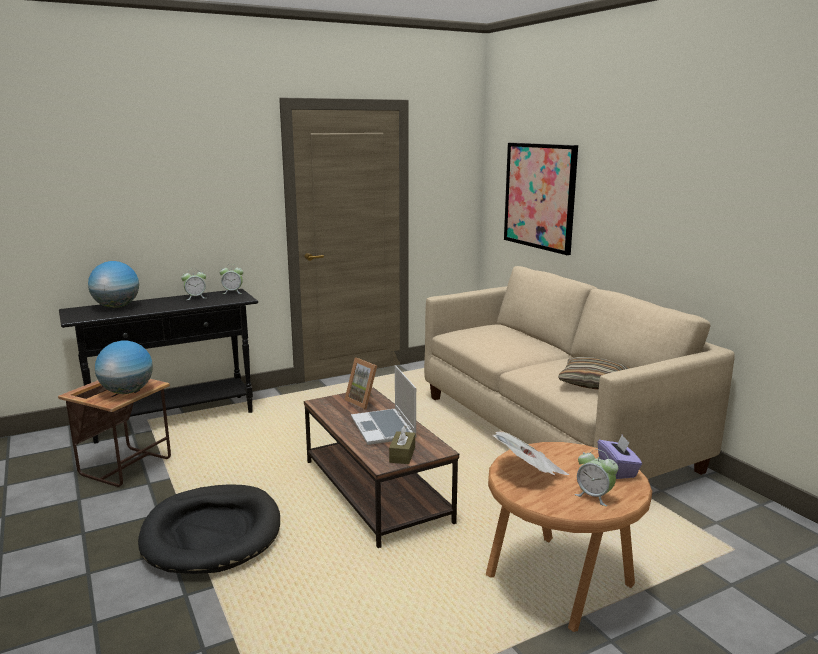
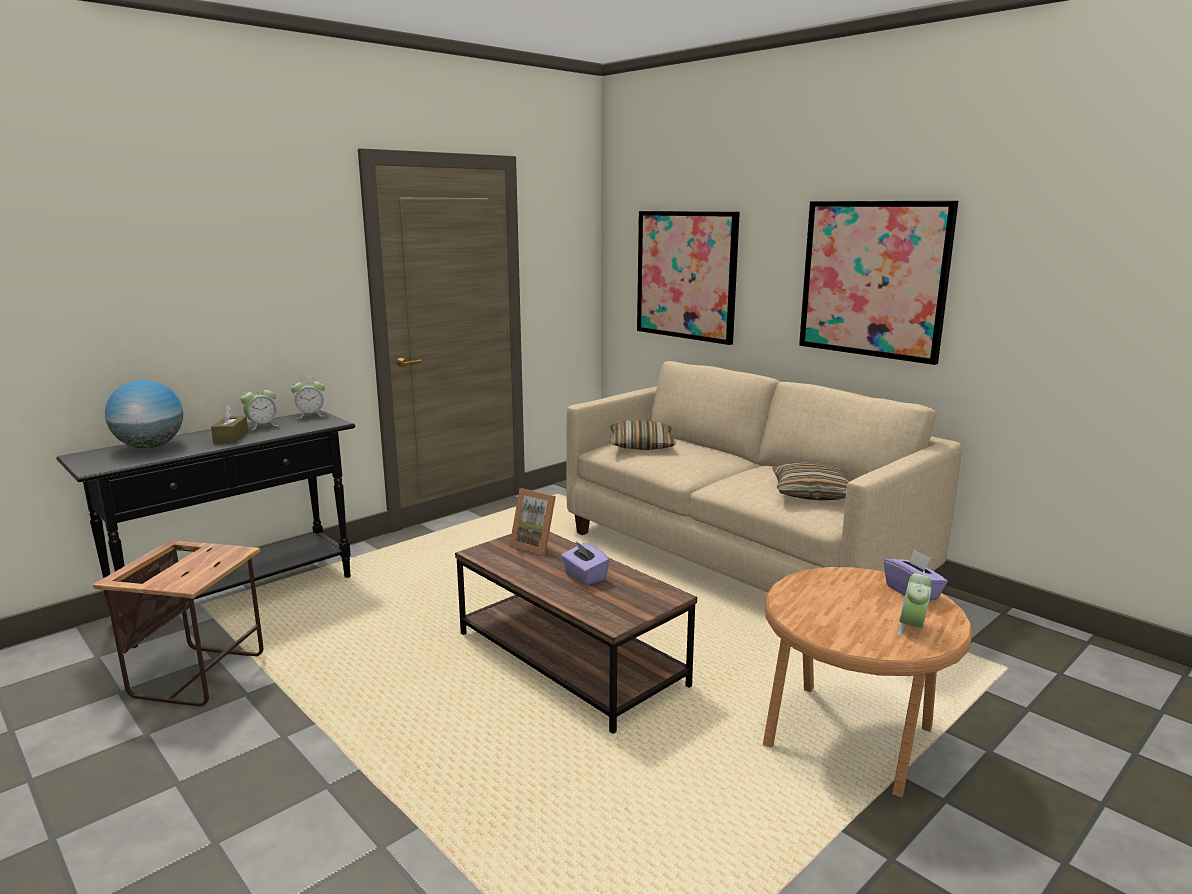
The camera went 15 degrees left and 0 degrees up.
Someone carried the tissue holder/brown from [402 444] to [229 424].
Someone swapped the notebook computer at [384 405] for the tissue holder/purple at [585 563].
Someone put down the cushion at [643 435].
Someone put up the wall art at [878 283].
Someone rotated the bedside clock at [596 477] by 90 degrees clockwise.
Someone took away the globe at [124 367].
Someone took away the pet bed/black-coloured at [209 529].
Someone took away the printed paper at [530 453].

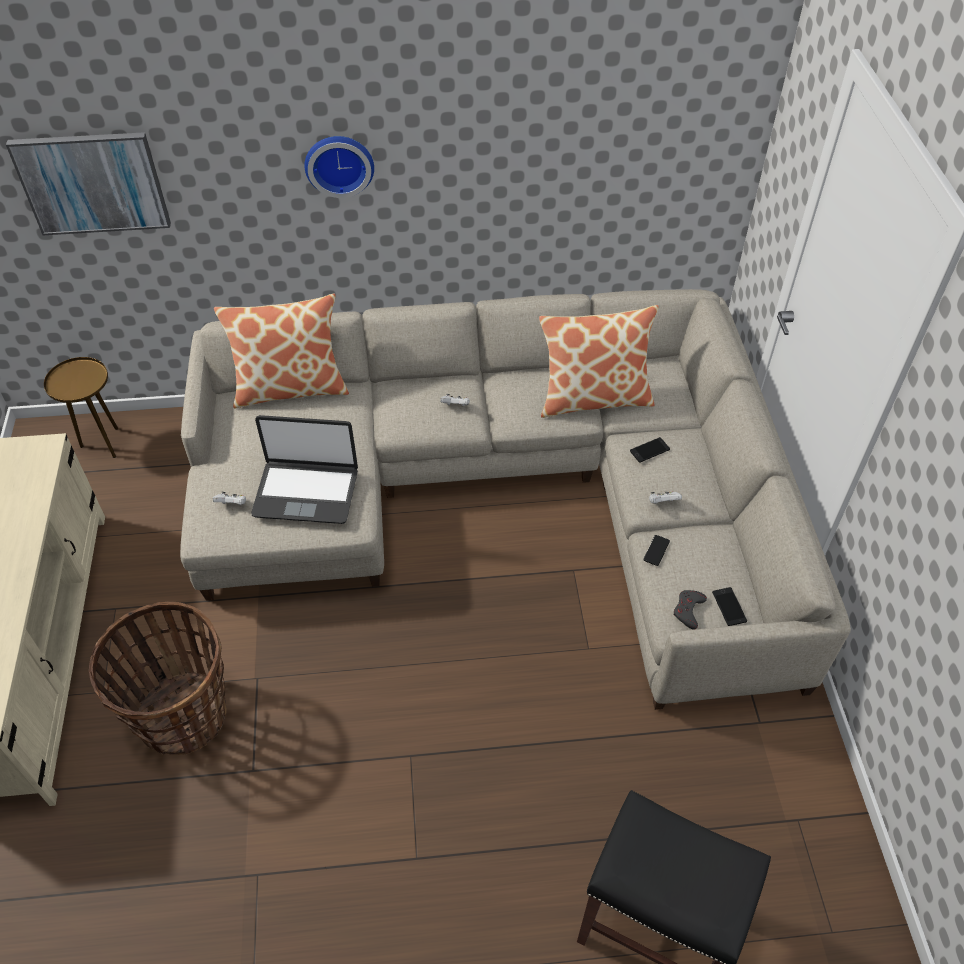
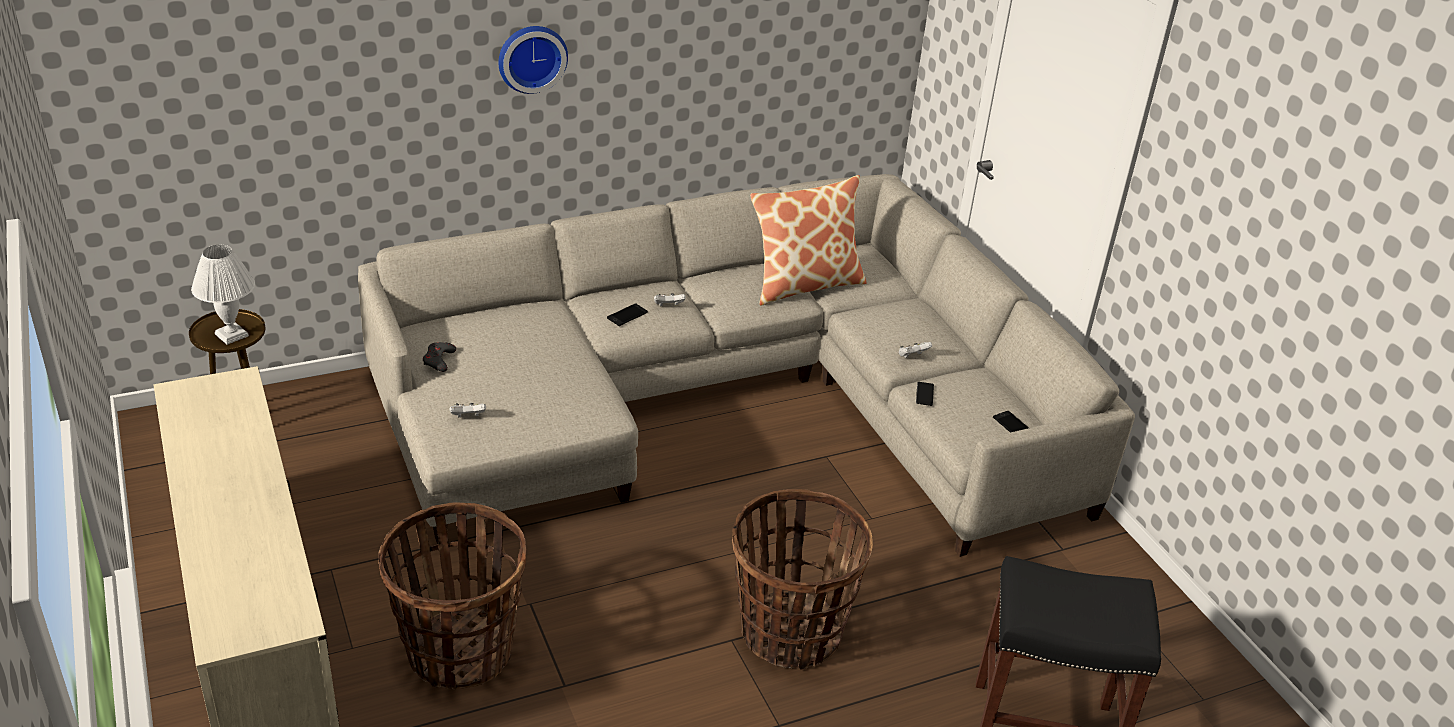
The camera went 20 degrees left and 15 degrees down.
Someone put down the lamp for a table/white-coloured at [223 295].
Someone carried the joypad/greyish from [690 610] to [439 357].
Someone carried the handset from [650 450] to [627 314].
Someone put down the basket at [802 579].
Someone took away the wall art at [88 183].
Someone took away the cushion at [281 351].
Someone took away the notebook computer at [304 469].

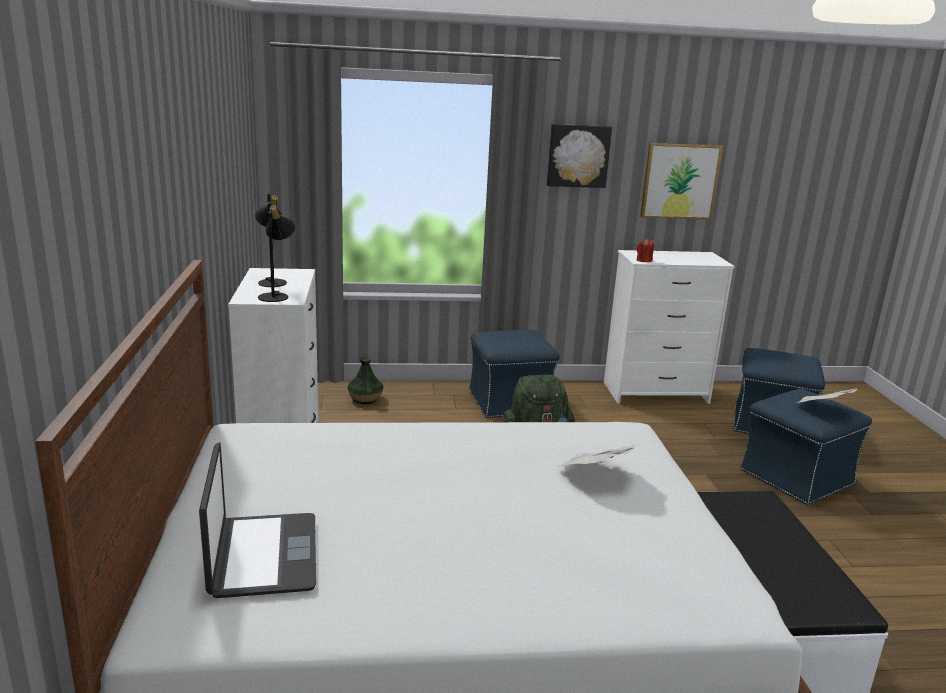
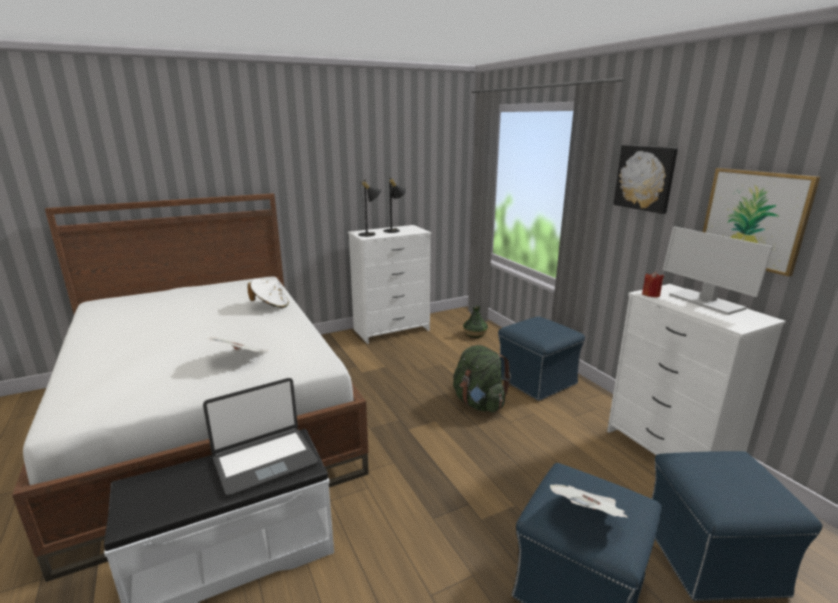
The camera went 70 degrees right and 0 degrees up.
Someone carried the notebook computer from [257 520] to [260 437].
Someone put down the wearable hat/white-coloured at [268 293].
Someone put down the computer screen at [718 270].

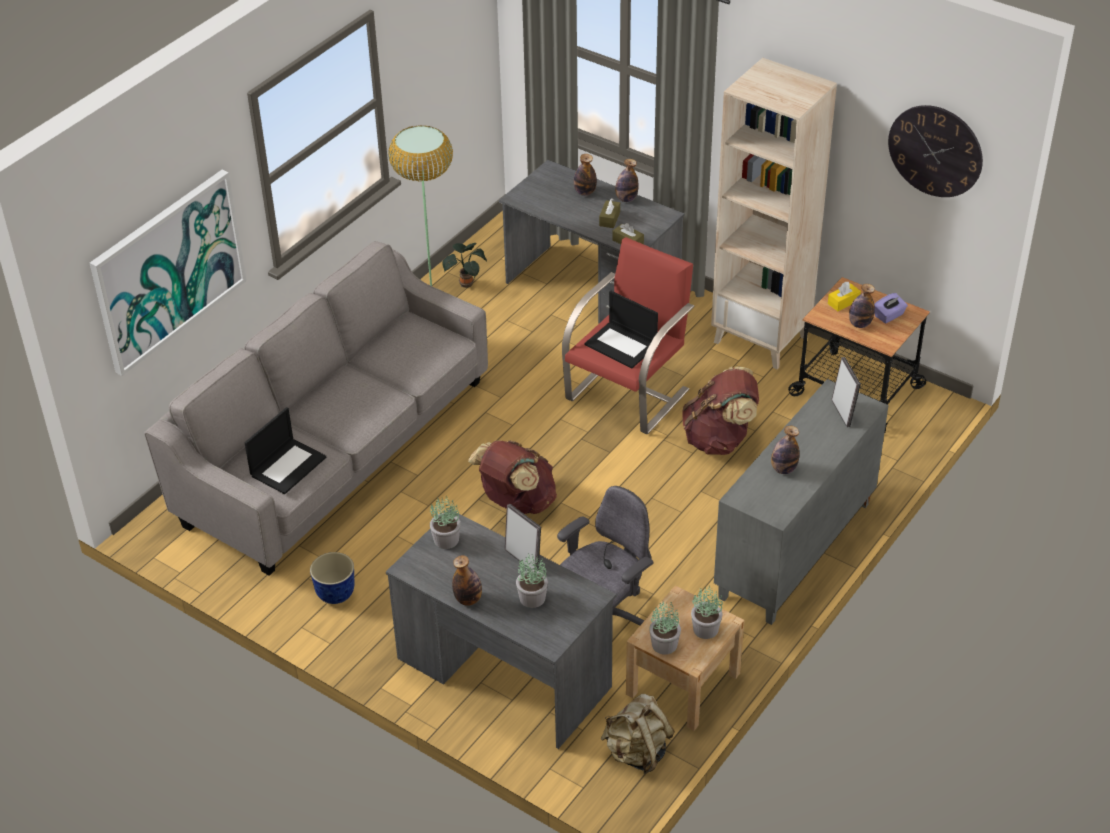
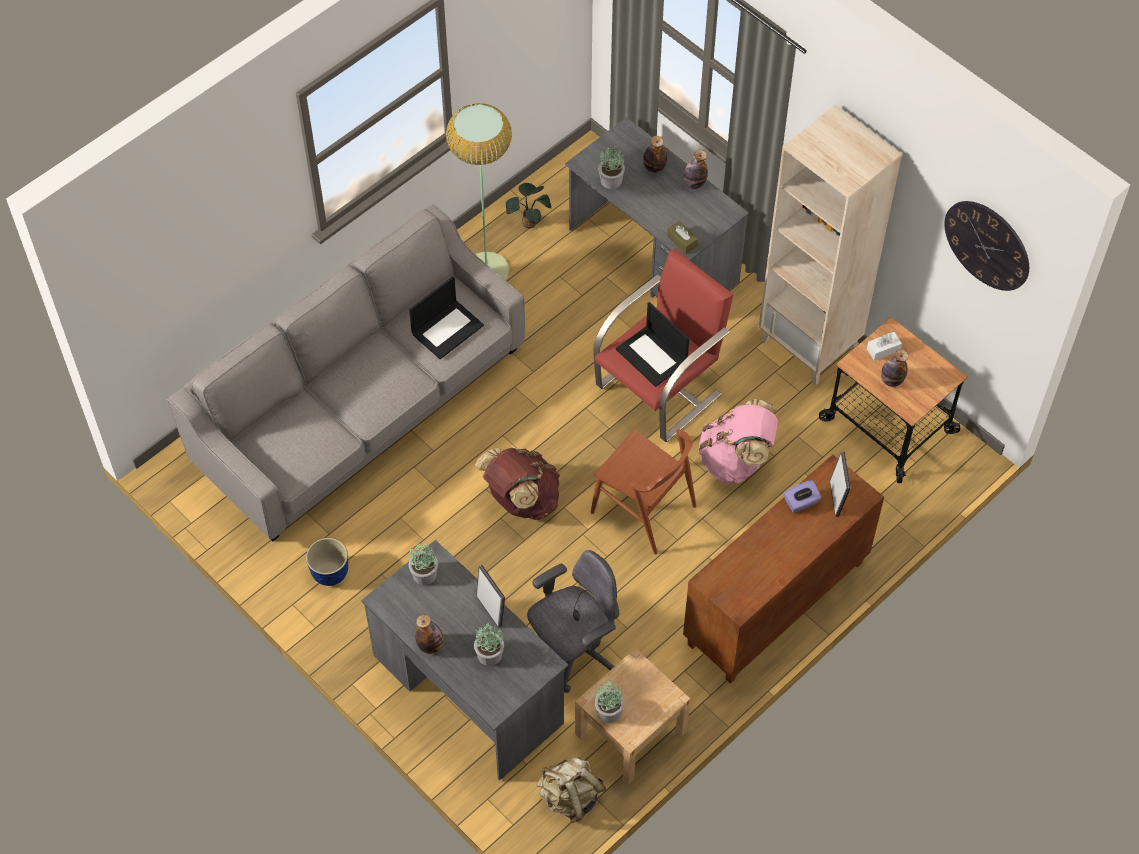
The camera went 10 degrees right and 15 degrees up.
Someone carried the notebook computer from [285 450] to [446 317].
Someone put down the plain chair/brown at [643 492].
Someone carried the potted plant from [707 612] to [612 167].
Someone repainted the cabinet/greyish at [801 502], which became the cabinet/brown at [783 569].
Someone repainted the backpack/brown at [720 411], which became the backpack/pinkish at [738 441].
Someone carried the tissue holder/purple from [891 308] to [802 496].
Someone repainted the tissue holder/yellow at [844 296], which became the tissue holder/white-coloured at [884 346].
Someone took away the wall art at [168 273].
Someone took away the tissue holder/brown at [609 213].
Someone took away the drink bottle at [785 450].

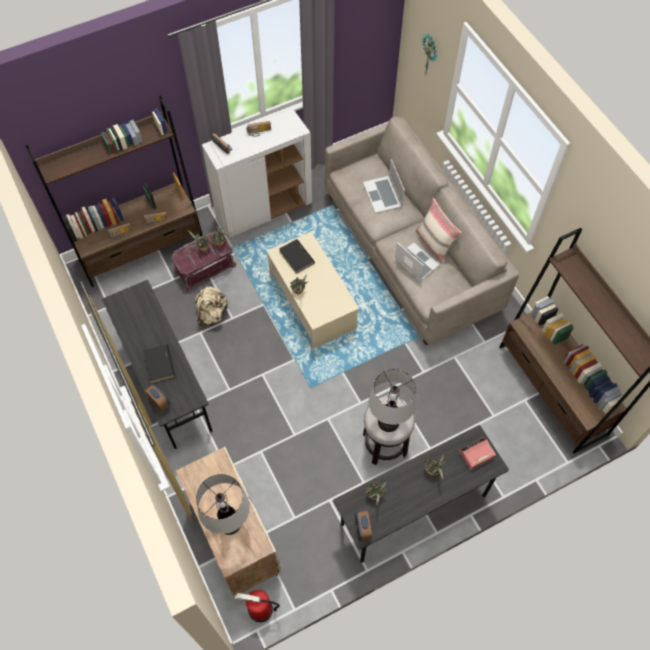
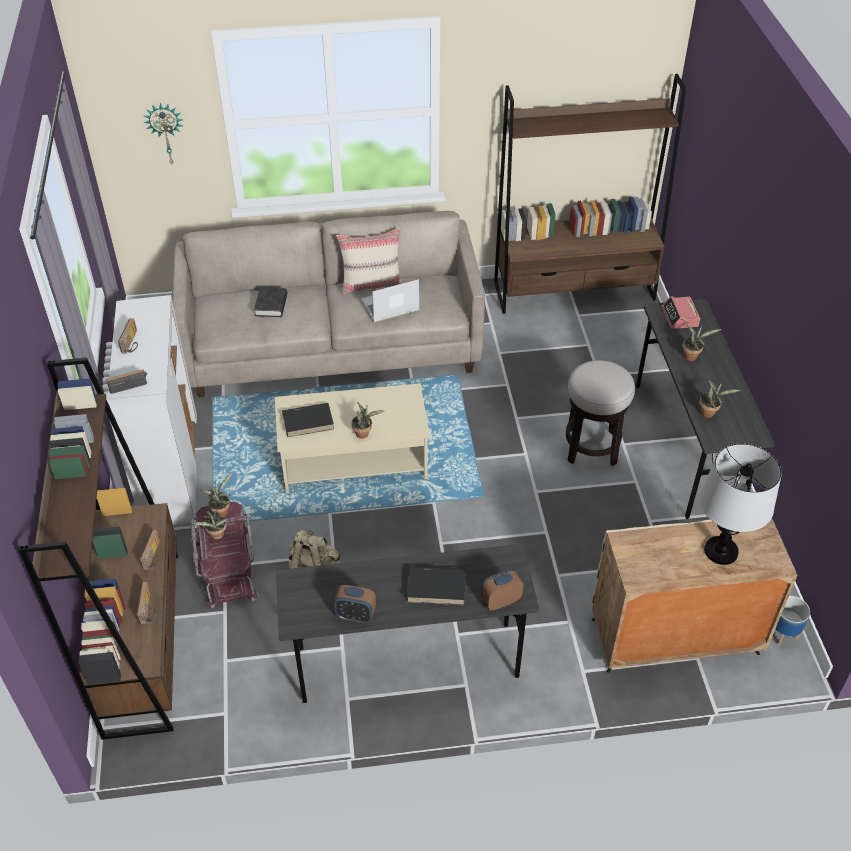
The camera went 70 degrees left and 15 degrees down.
Someone swapped the notebook computer at [384 186] for the bound book/black-coloured at [270 302].
Someone carried the bedside clock from [363 525] to [355 604].
Someone swapped the fire extinguisher at [257 606] for the planter at [793 621].
Someone took away the lamp for a table at [392 400].

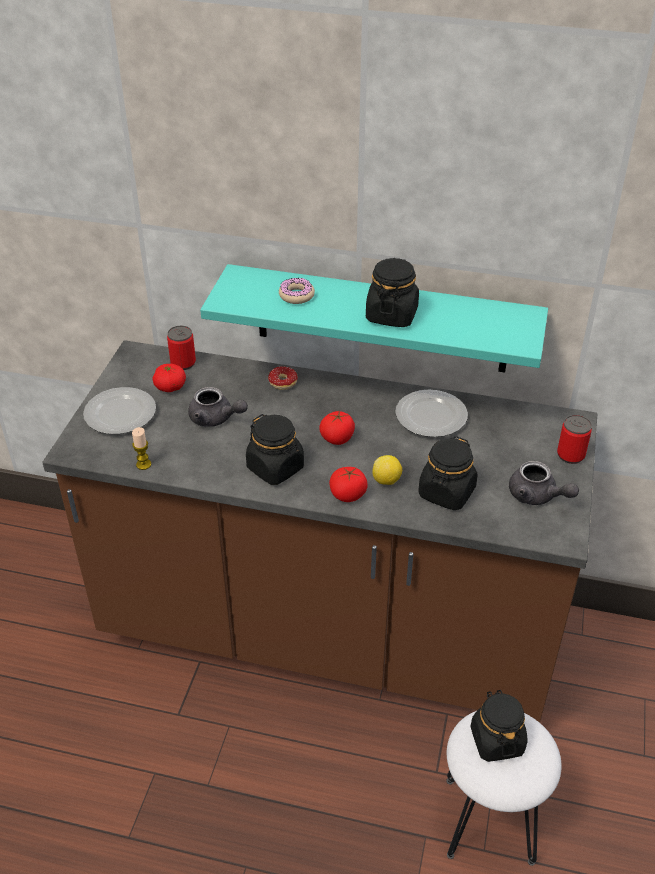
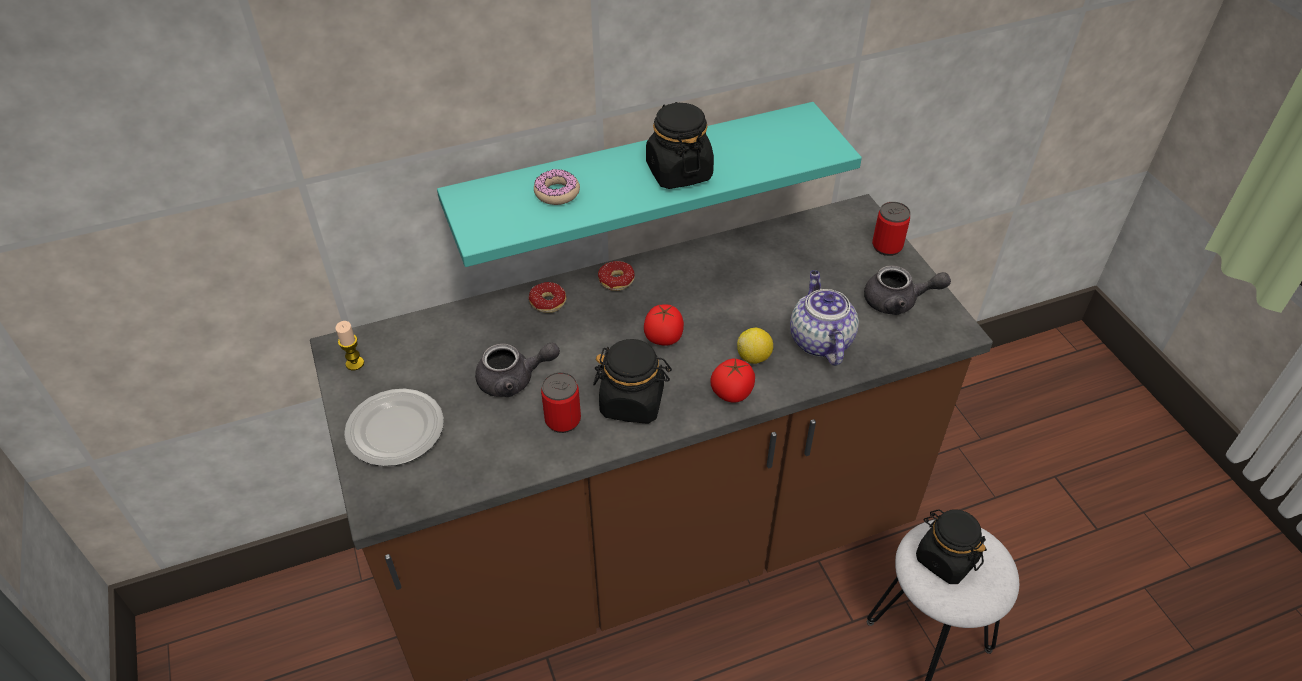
The camera went 35 degrees left and 5 degrees up.
Someone carried the wax candle from [141 448] to [349 345].
Someone carried the sealed can from [181 348] to [561 402].
Someone put down the doughnut at [616 276].
Someone swapped the jar/black-coloured at [448 473] for the teapot at [824 318].
Someone took away the tomato at [169 378].
Someone took away the dinner plate at [431 413].

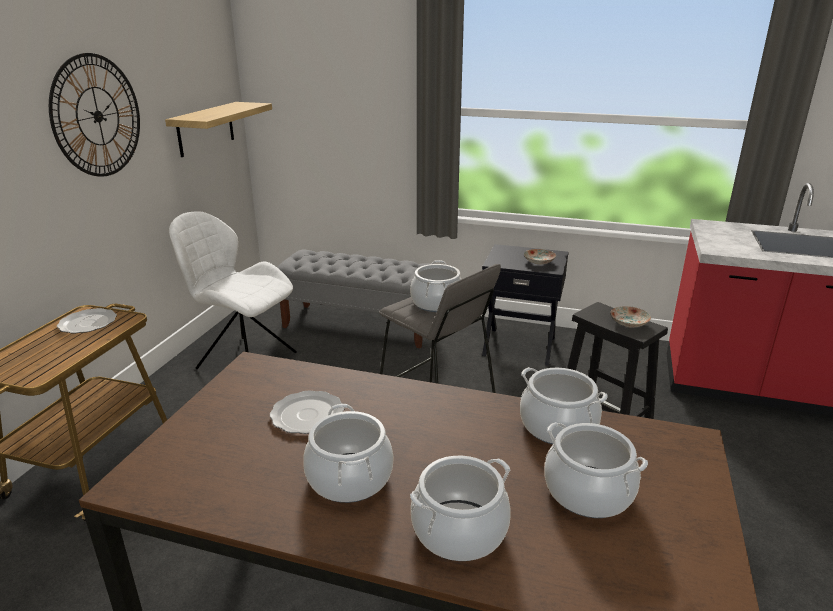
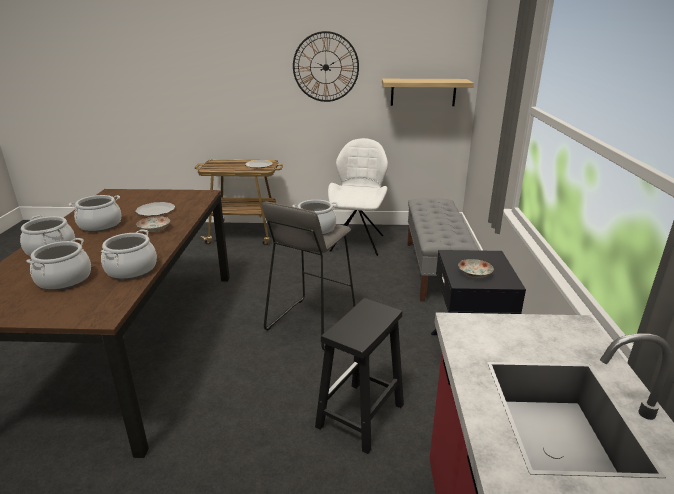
The camera went 75 degrees right and 0 degrees up.
Someone carried the dinner plate from [630 317] to [153 224].

